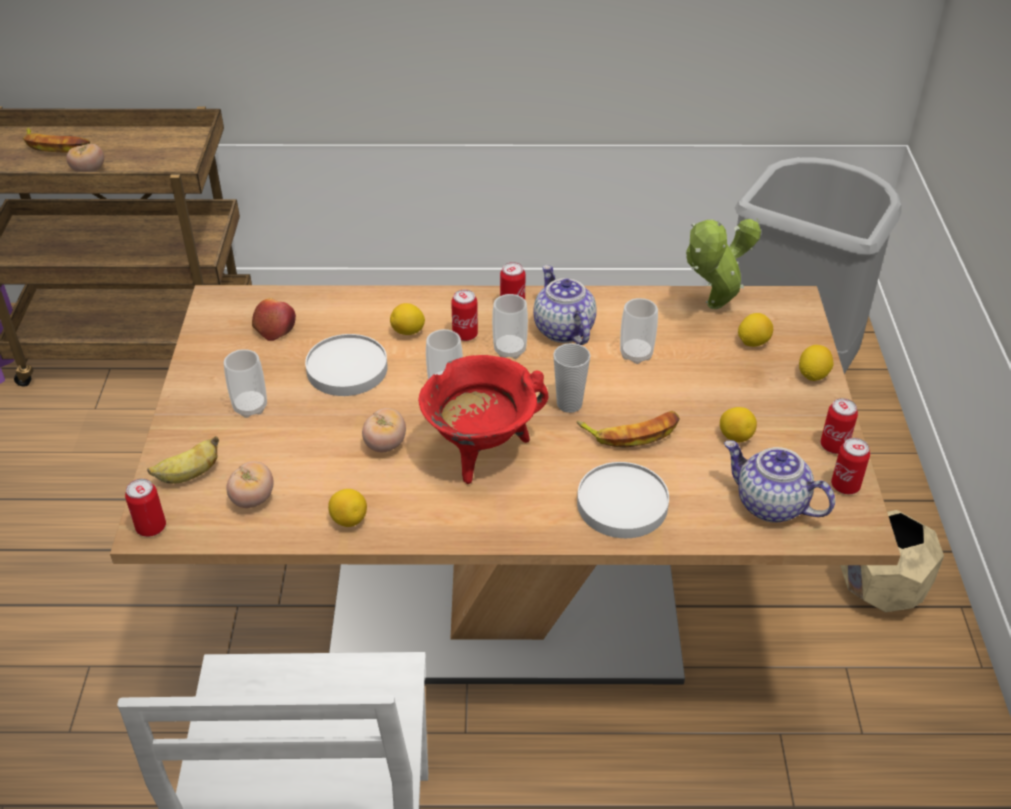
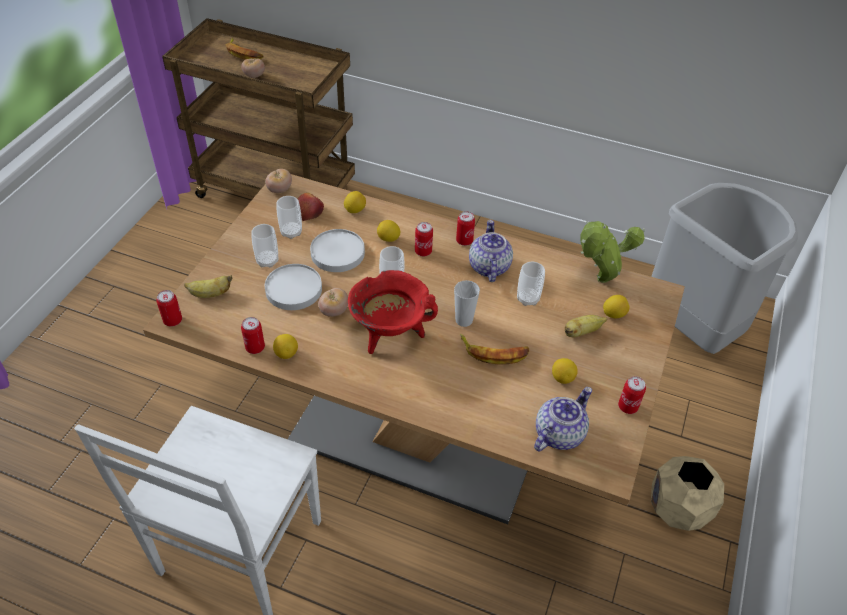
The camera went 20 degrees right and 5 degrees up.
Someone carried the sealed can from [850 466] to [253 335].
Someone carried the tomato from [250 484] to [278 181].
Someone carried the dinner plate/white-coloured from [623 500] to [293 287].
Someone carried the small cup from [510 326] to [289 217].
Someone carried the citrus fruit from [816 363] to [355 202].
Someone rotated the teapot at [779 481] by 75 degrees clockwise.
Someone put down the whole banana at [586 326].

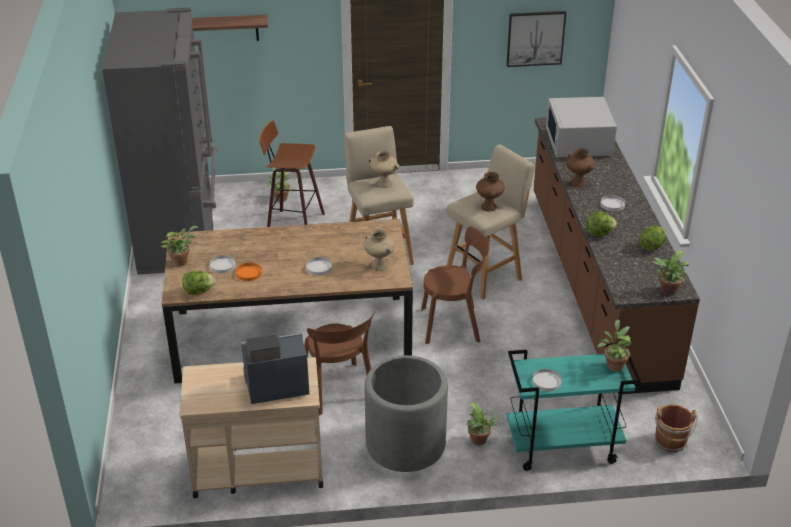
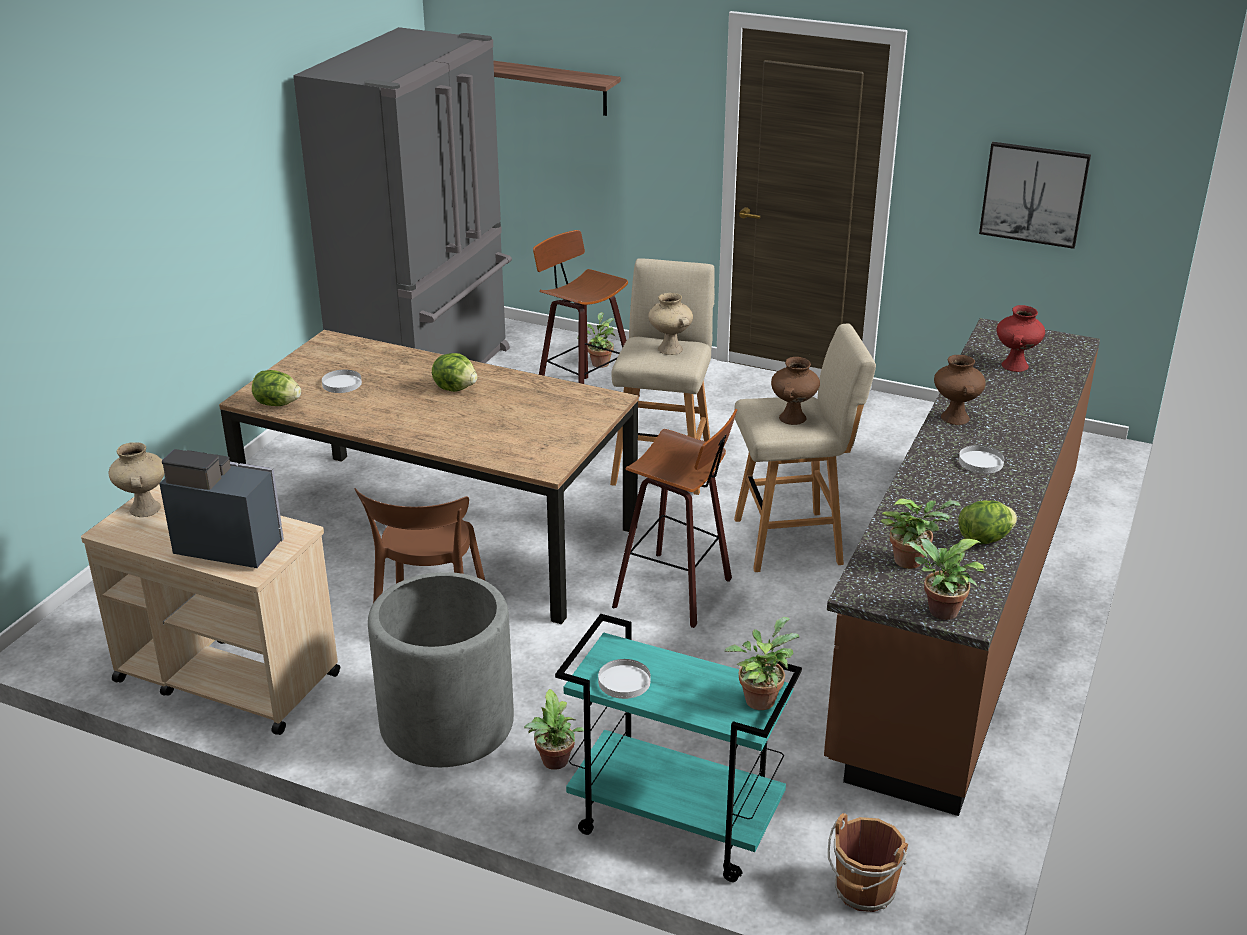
The camera went 30 degrees right and 5 degrees down.
Someone carried the decorative vase/beige from [379 250] to [137 479].
Someone carried the head of lettuce from [601 223] to [454 372].
Someone swapped the plain chair/brown at [455 285] for the sitting stool at [675 518].
Someone carried the potted plant from [179 246] to [920 533].
Someone swapped the kitchen microwave/white-coloured at [581 127] for the decorative vase/red-coloured at [1021 338].
Someone took away the dinner plate/orangey at [249 272].
Someone took away the dinner plate/white-coloured at [319 266].

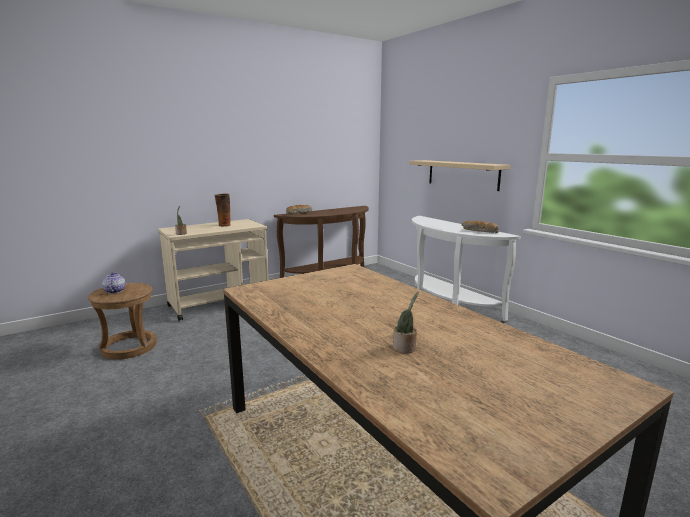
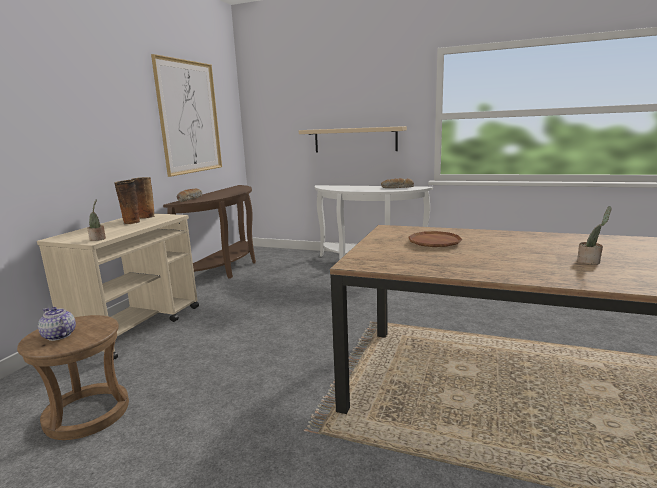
The camera went 35 degrees left and 0 degrees up.
Someone put down the decorative vase at [143 198].
Someone put up the wall art at [186 115].
Someone put down the dinner plate/brown at [435 239].

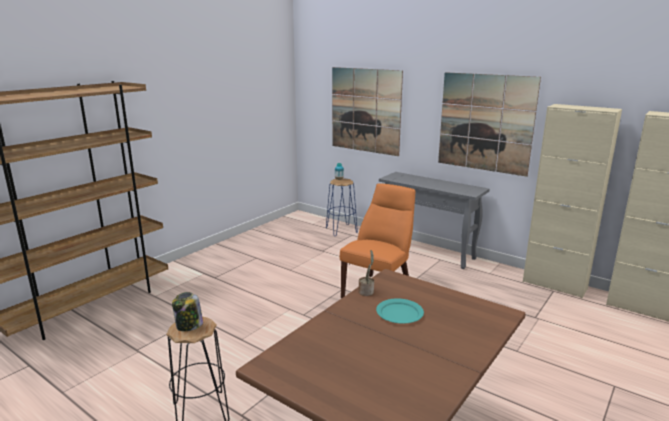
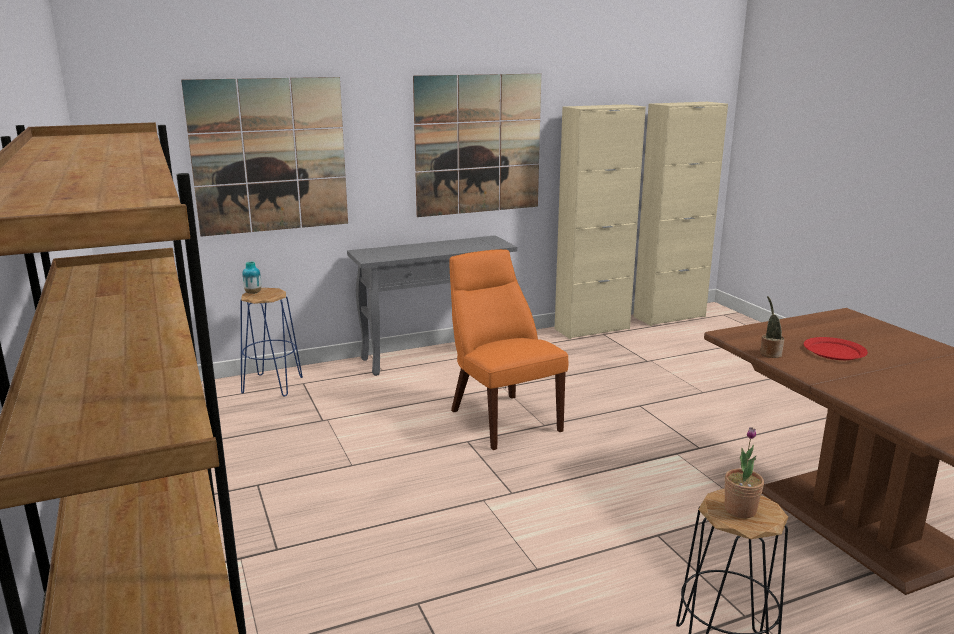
The camera went 60 degrees left and 0 degrees up.
Someone swapped the jar at [187 311] for the potted plant at [744 472].
Someone repainted the dinner plate/turquoise at [400 311], which became the dinner plate/red-coloured at [836 348].

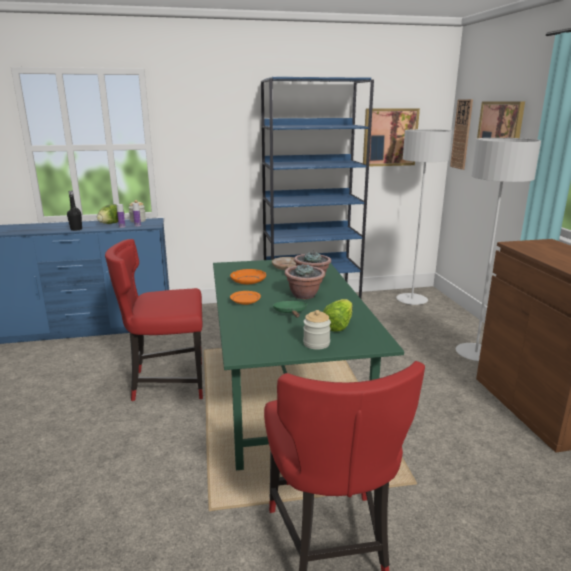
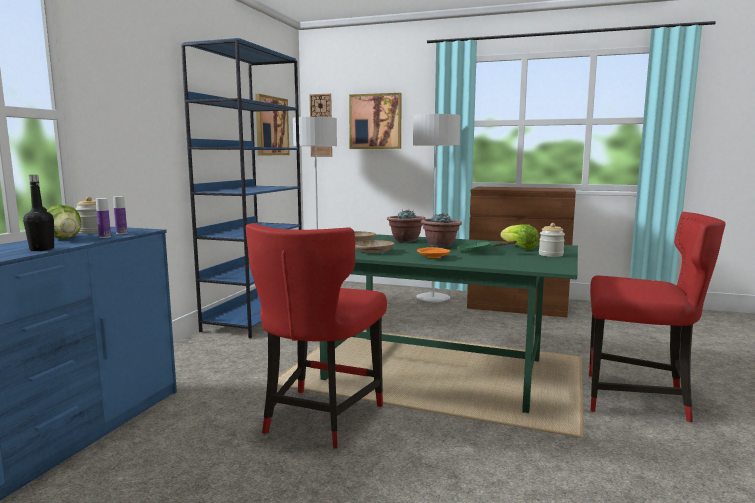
The camera went 60 degrees left and 10 degrees down.
Someone repainted the dinner plate/orangey at [248 276], which became the dinner plate/beige at [375 246].

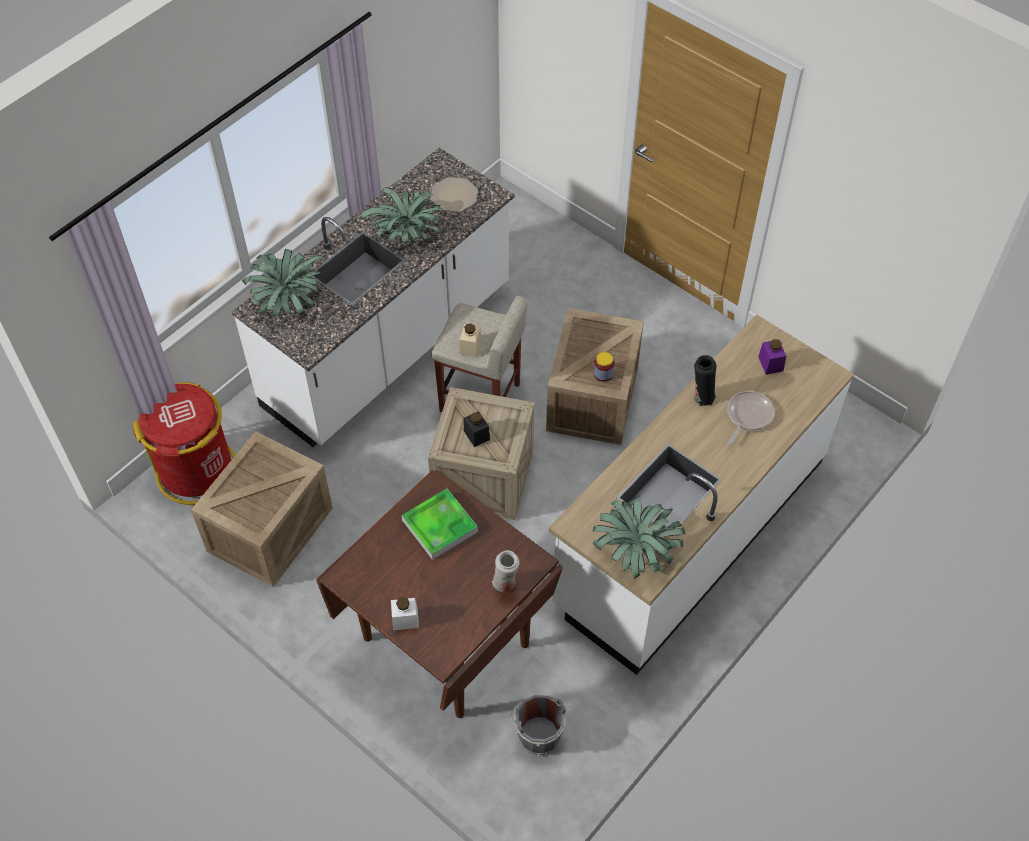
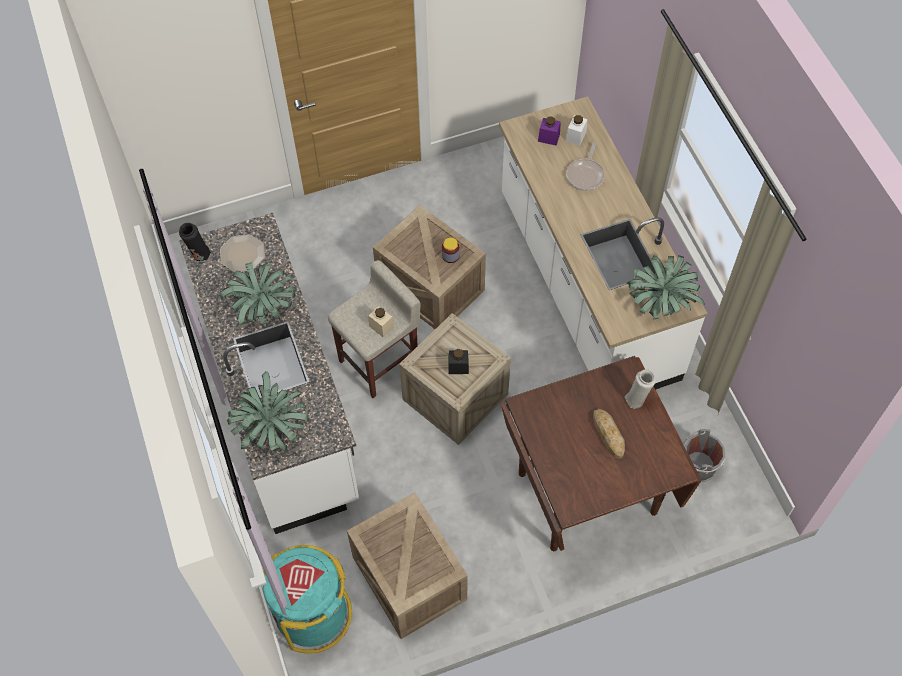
The camera went 60 degrees left and 5 degrees up.
Someone carried the decorative vase/black-coloured from [705 380] to [195 242].
Someone repainted the trash can/red-coloured at [184 443], which became the trash can/turquoise at [307 599].
Someone carried the jar/white-coloured from [405 613] to [576 130].
Someone rotated the frying pan at [751 418] by 135 degrees counterclockwise.
Someone put down the baked bread at [609 434].
Someone took away the carrying tray at [440 524].

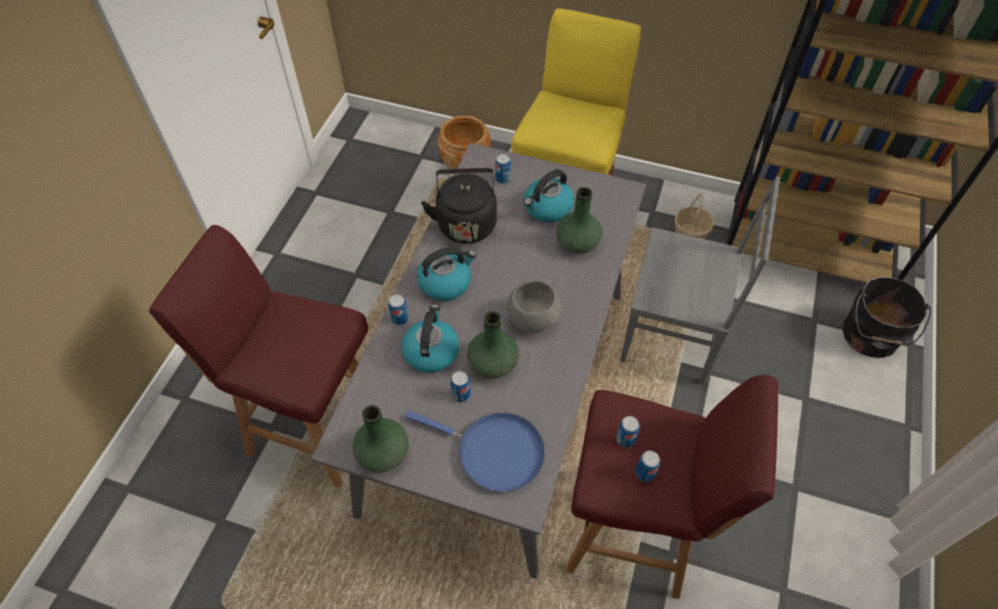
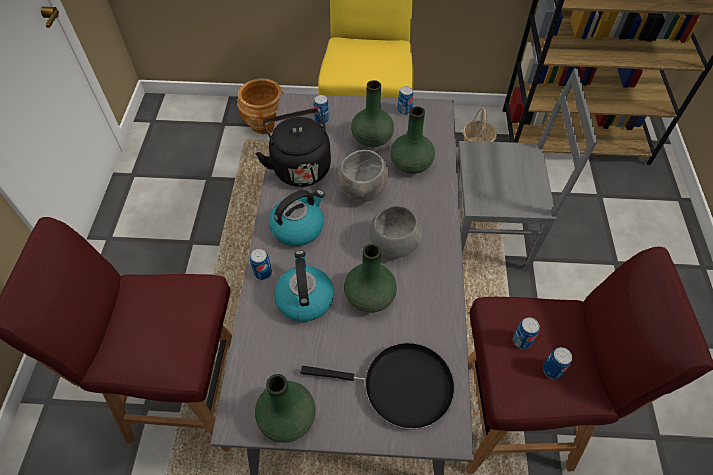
The camera went 15 degrees left and 0 degrees up.
Someone repainted the frying pan/blue at [475 452], which became the frying pan/black-coloured at [378 386].
Someone put down the bowl/greyish at [363 176].
Someone swapped the kettle at [549 196] for the decorative vase/greenish at [372 113].
Someone carried the sealed can from [460 386] to [406 100].
Someone took away the water bucket/black-coloured at [887 317].

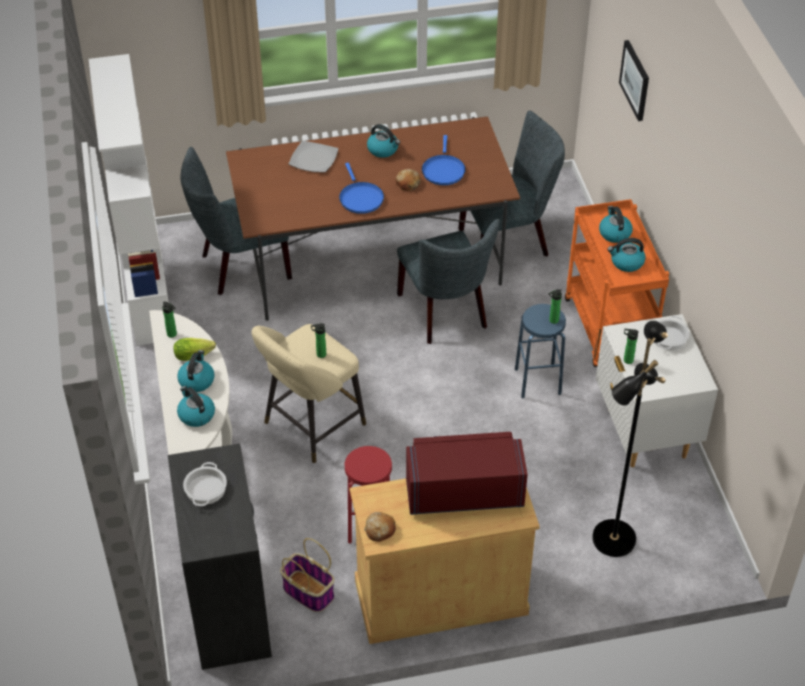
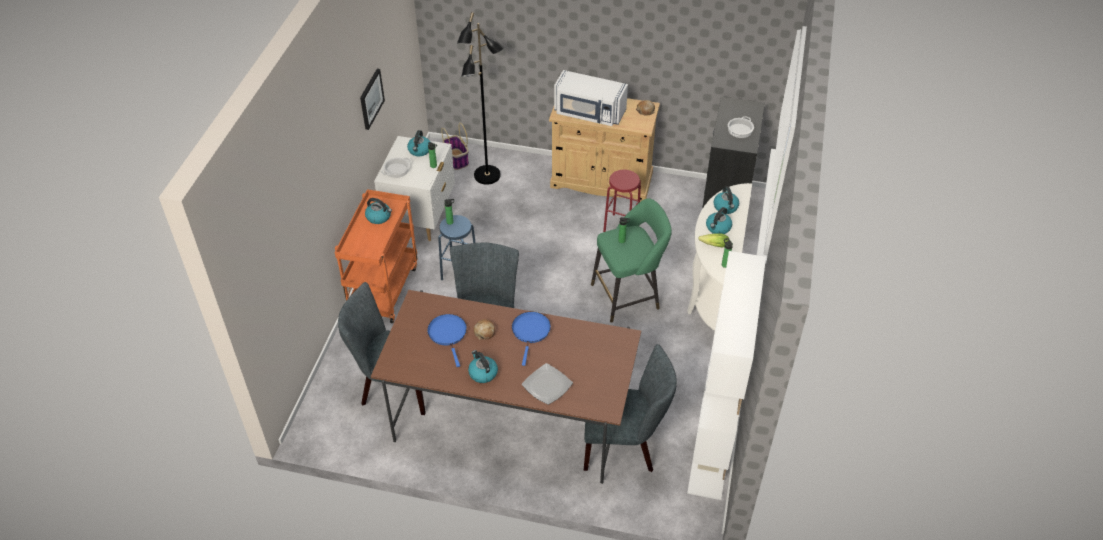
The camera went 155 degrees left and 0 degrees up.
Someone carried the wall art from [634 80] to [372 99].
Someone carried the kettle from [616 224] to [418 143].
Someone rotated the frying pan/blue at [444 160] by 45 degrees counterclockwise.
Someone carried the basket from [307 575] to [455 146].
Someone repainted the kitchen microwave/red-coloured at [467 473], which became the kitchen microwave/white-coloured at [591 98].
Someone repainted the sitting stool/beige at [309 393], which became the sitting stool/greenish at [631 260].

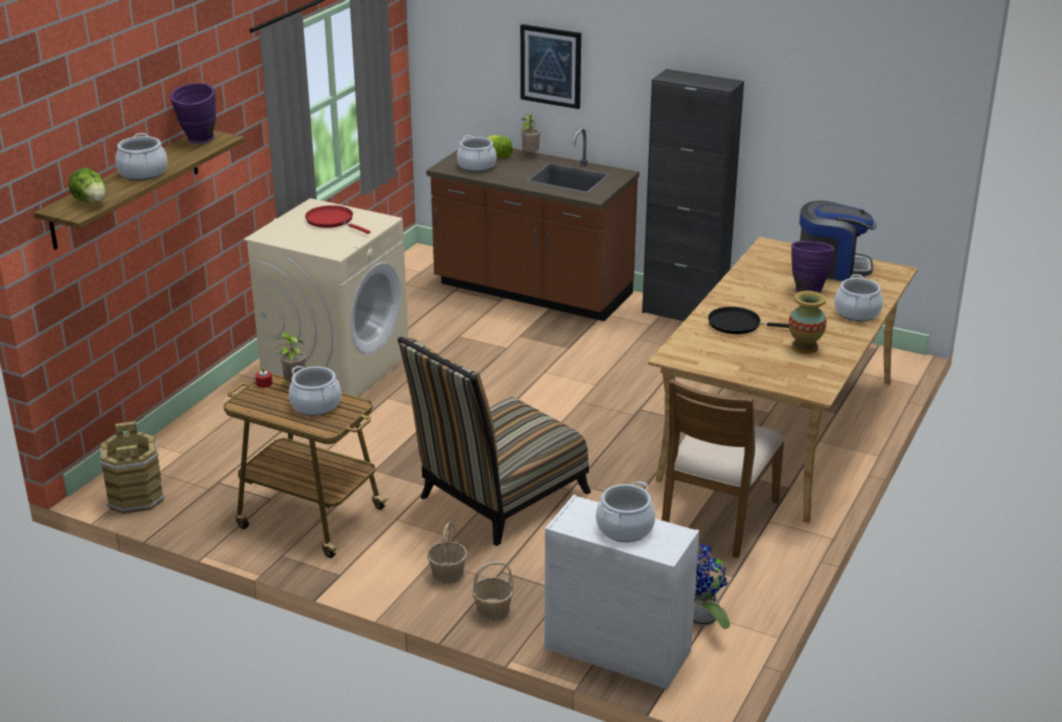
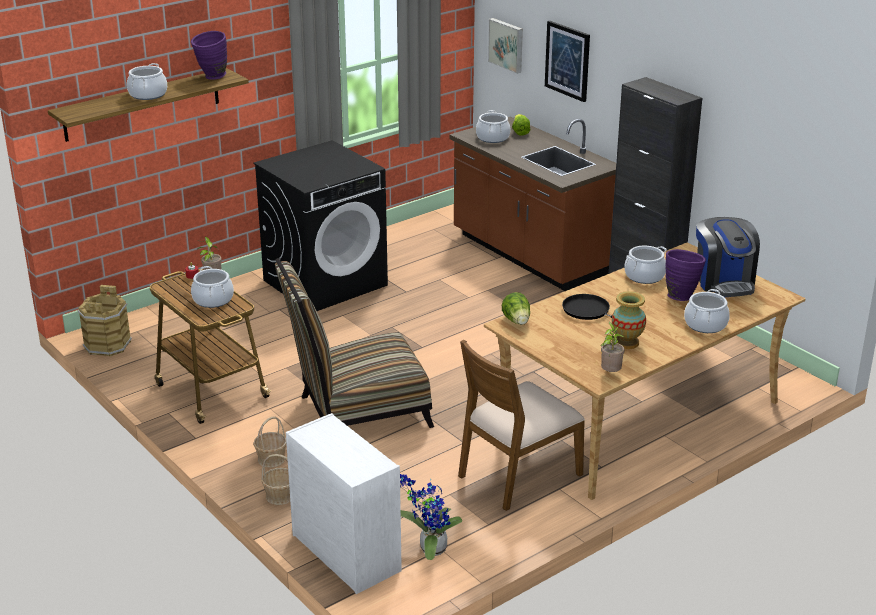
The camera went 25 degrees right and 0 degrees up.
Someone repainted the laundry appliance/beige at [326 297], which became the laundry appliance/black-coloured at [320 225].
Someone put up the wall art at [505 46].
Someone carried the head of lettuce from [87 185] to [516 308].
Someone carried the potted plant from [530 132] to [612 347].
Someone carried the stockpot from [625 511] to [645 265].
Someone rotated the coffee machine at [838 241] by 45 degrees clockwise.
Someone took away the frying pan/red-coloured at [338 219].

